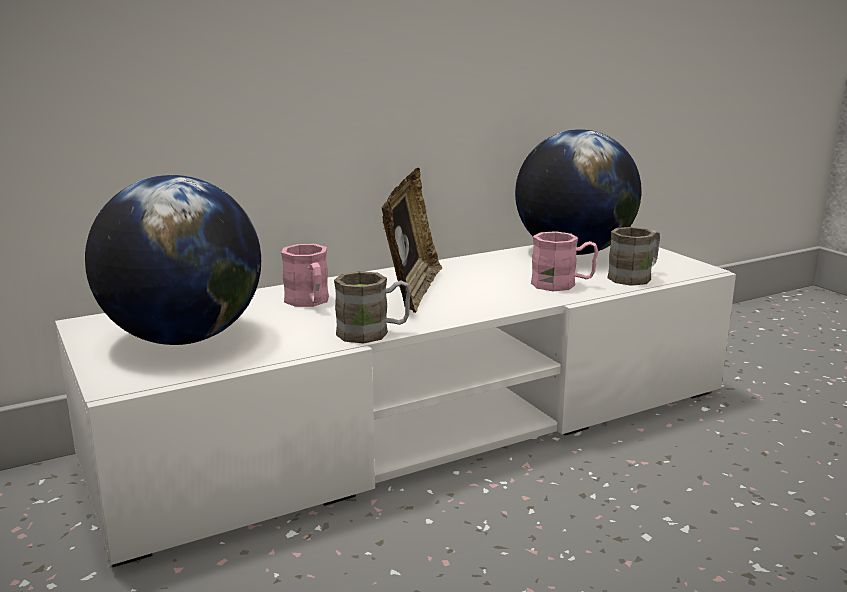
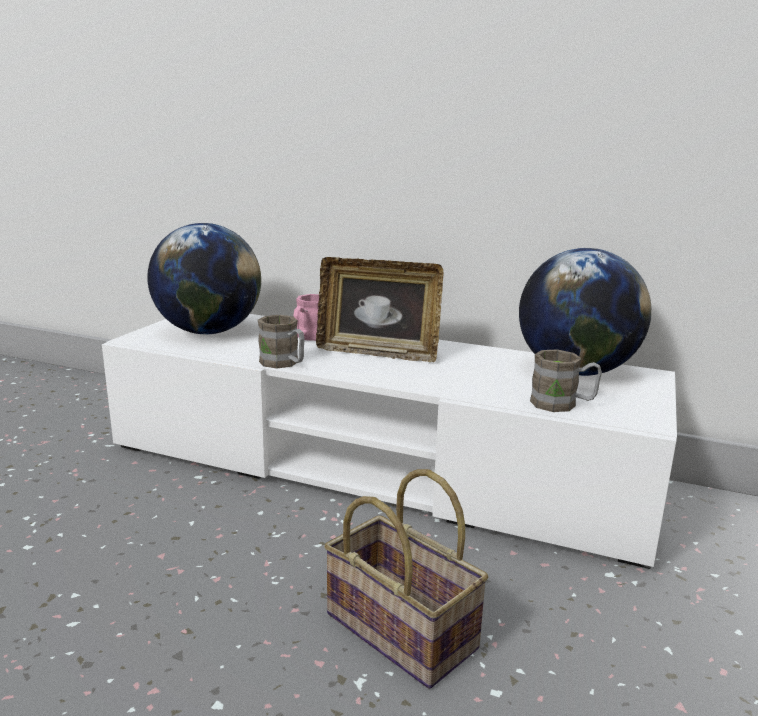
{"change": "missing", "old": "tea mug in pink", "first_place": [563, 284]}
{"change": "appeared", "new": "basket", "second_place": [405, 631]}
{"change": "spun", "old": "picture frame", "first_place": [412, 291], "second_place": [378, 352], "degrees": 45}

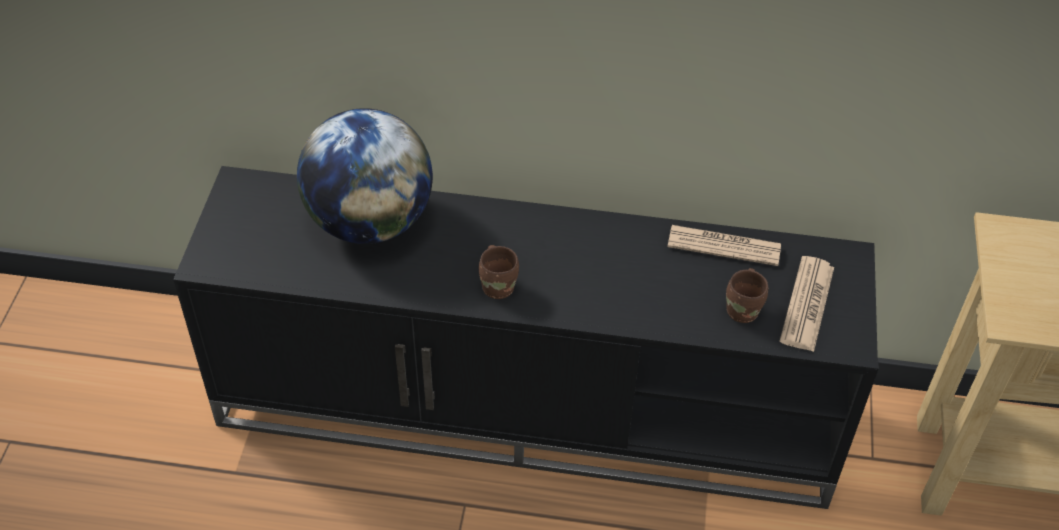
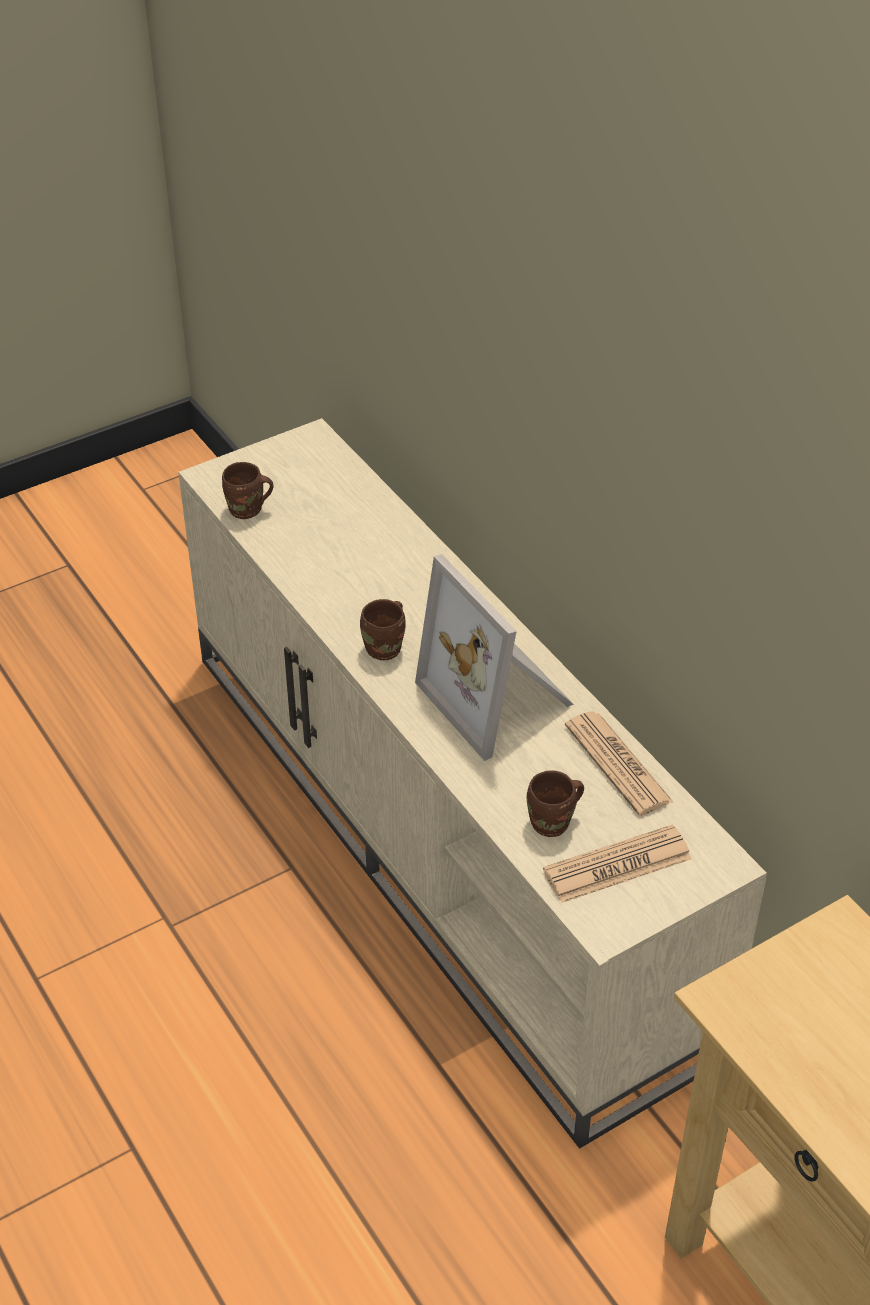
{"change": "missing", "old": "desk globe", "first_place": [370, 222]}
{"change": "appeared", "new": "tea mug in brown-coloured", "second_place": [247, 511]}
{"change": "appeared", "new": "picture frame", "second_place": [500, 697]}
{"change": "colour", "old": "media console in black-coloured", "new": "media console in beige", "first_place": [530, 405], "second_place": [444, 841]}

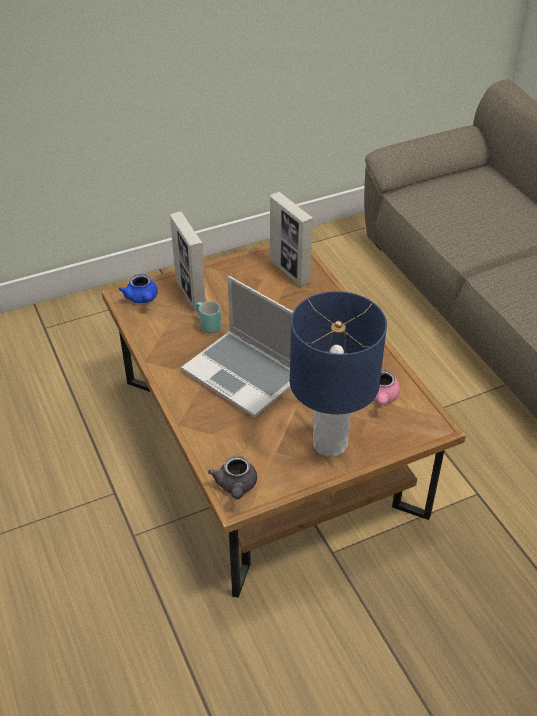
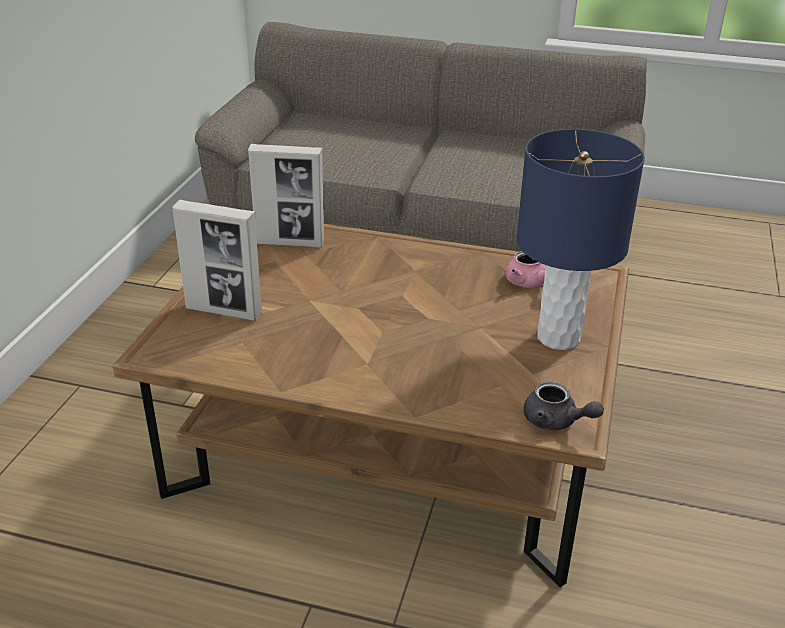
{"change": "missing", "old": "pot for tea in blue-coloured", "first_place": [142, 299]}
{"change": "missing", "old": "notebook computer", "first_place": [245, 374]}
{"change": "missing", "old": "tea mug in turquoise-coloured", "first_place": [206, 325]}

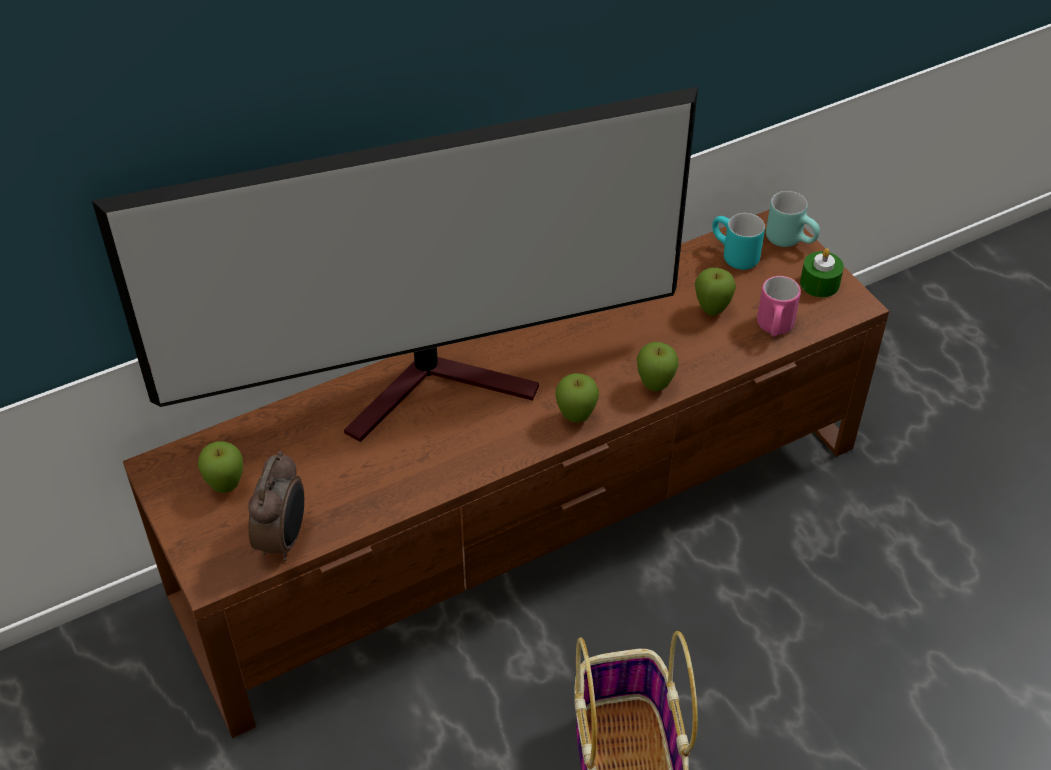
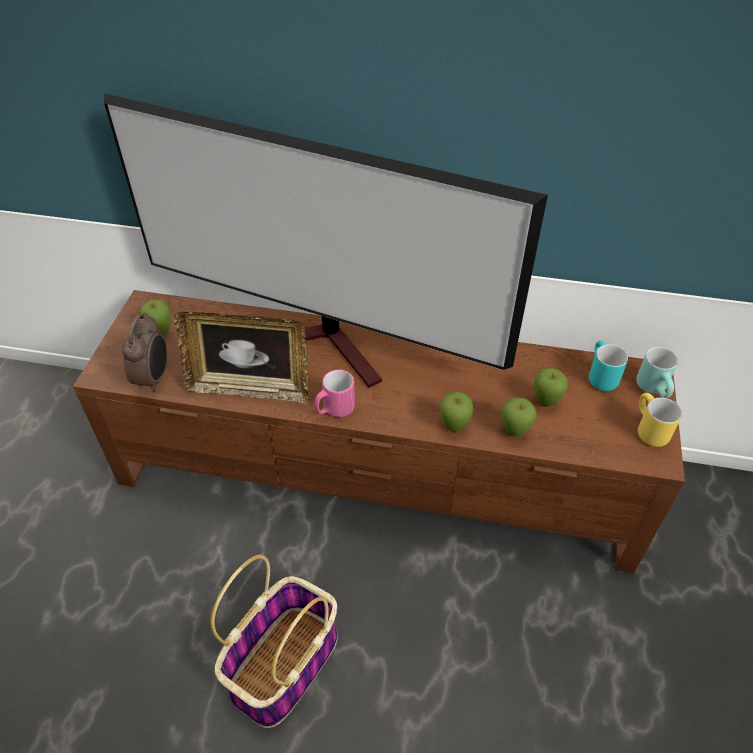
{"change": "appeared", "new": "picture frame", "second_place": [250, 388]}
{"change": "relocated", "old": "apple fruit", "first_place": [576, 418], "second_place": [514, 432]}
{"change": "relocated", "old": "tea mug in pink", "first_place": [774, 328], "second_place": [334, 410]}
{"change": "exchanged", "old": "candle in greenish", "new": "tea mug in yellowish", "first_place": [819, 283], "second_place": [646, 430]}
{"change": "spun", "old": "bedside clock", "first_place": [284, 539], "second_place": [154, 378], "degrees": -45}

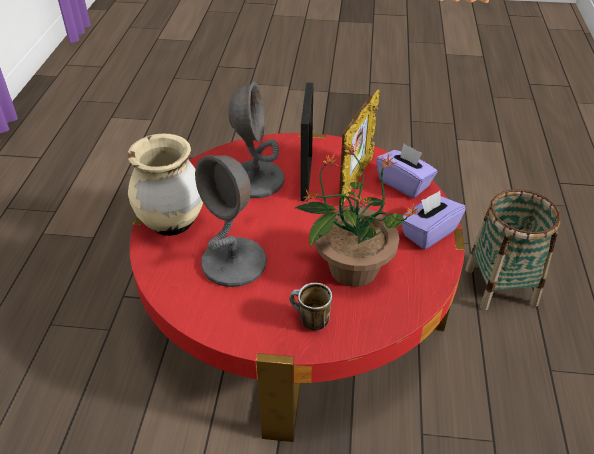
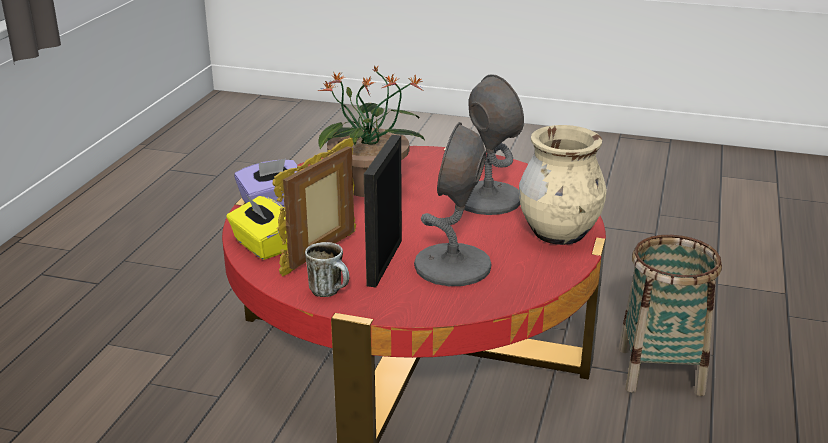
{"change": "relocated", "old": "tea mug", "first_place": [309, 321], "second_place": [331, 292]}
{"change": "relocated", "old": "basket", "first_place": [500, 286], "second_place": [660, 371]}
{"change": "colour", "old": "box of tissues in purple-coloured", "new": "box of tissues in yellowish", "first_place": [404, 183], "second_place": [262, 245]}

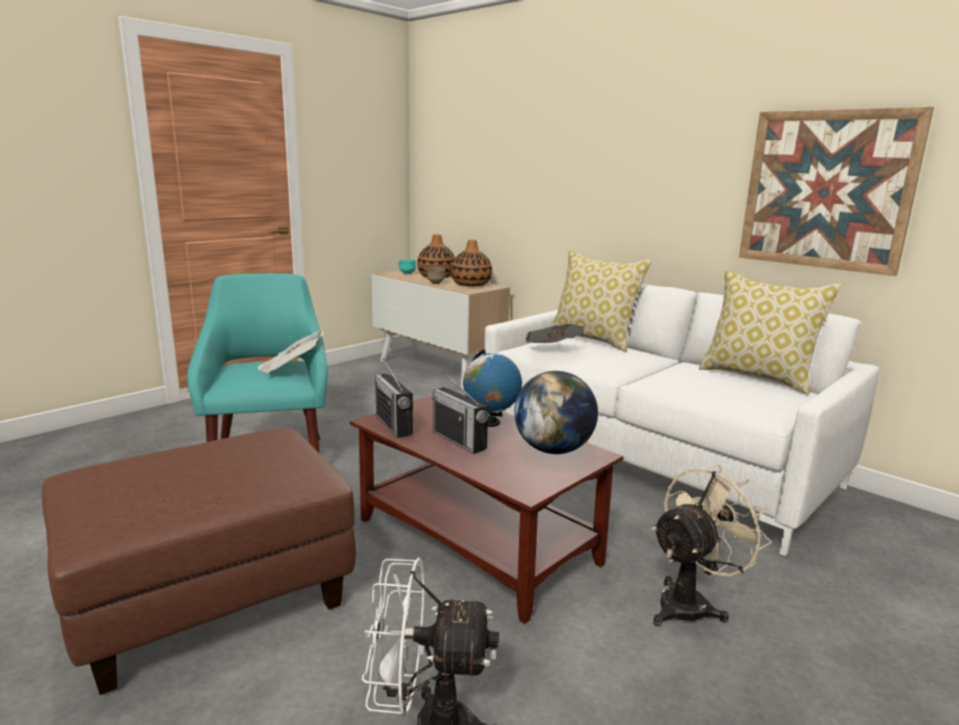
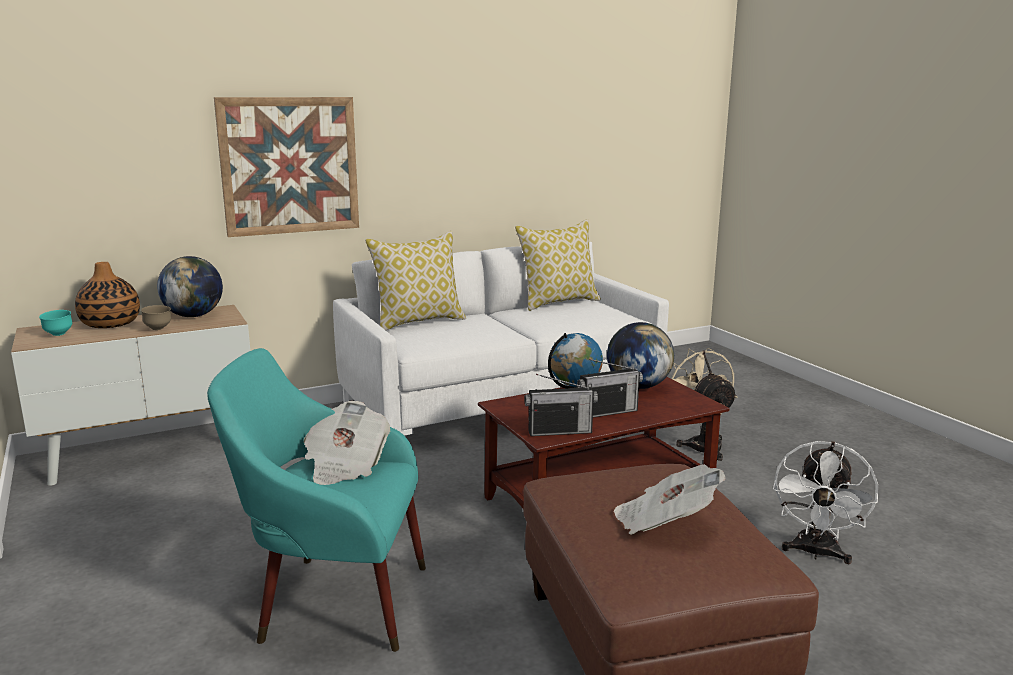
{"change": "relocated", "old": "newspaper", "first_place": [553, 350], "second_place": [664, 523]}
{"change": "relocated", "old": "wall art", "first_place": [826, 190], "second_place": [290, 165]}
{"change": "exchanged", "old": "flower vase", "new": "desk globe", "first_place": [471, 284], "second_place": [193, 316]}

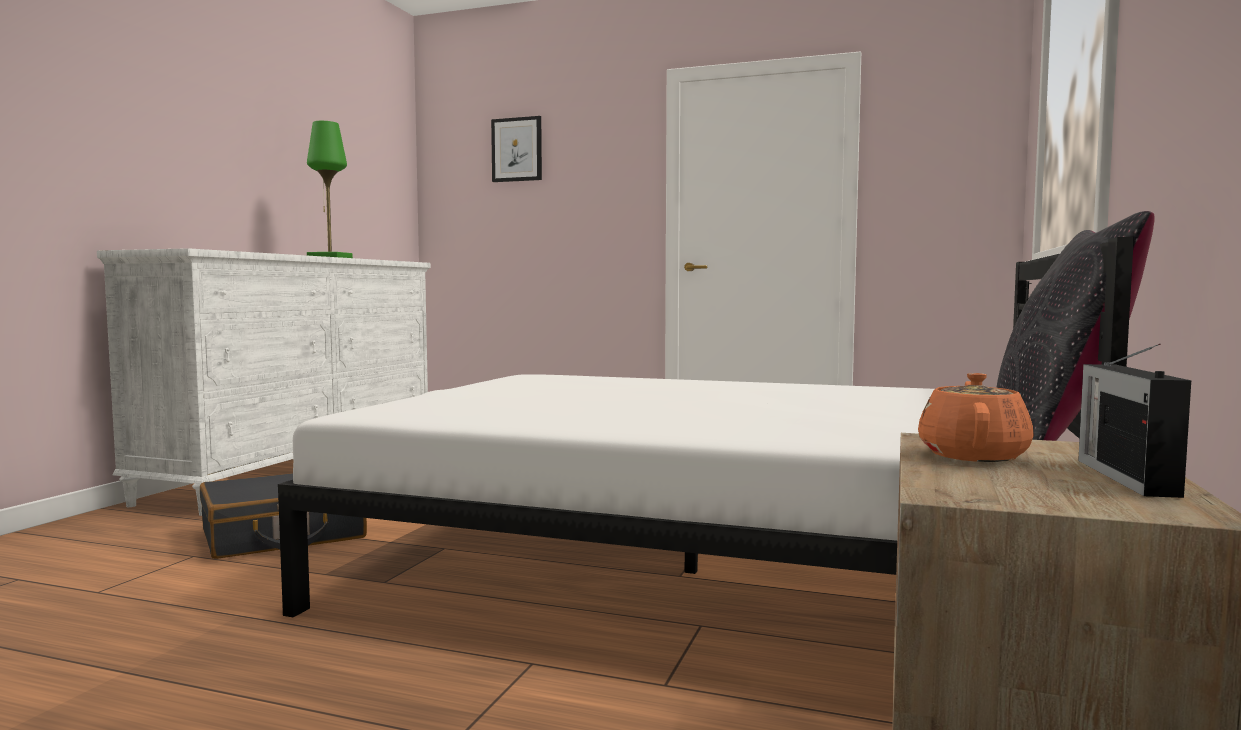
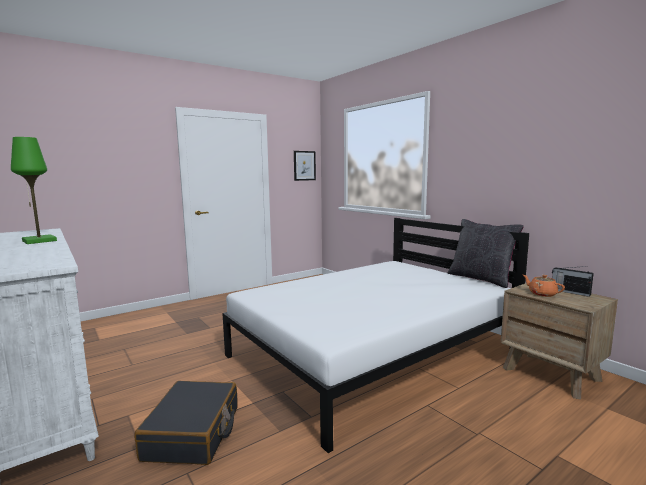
{"change": "relocated", "old": "wall art", "first_place": [517, 149], "second_place": [304, 165]}

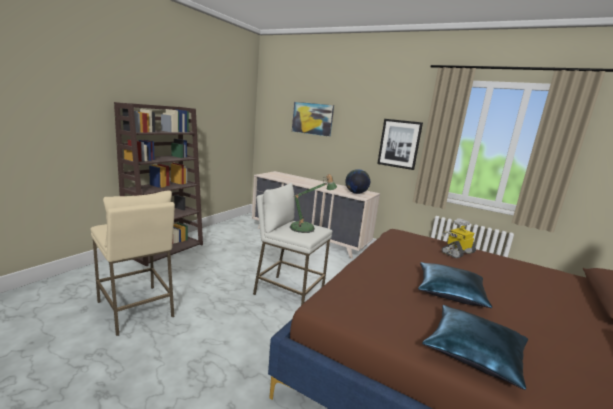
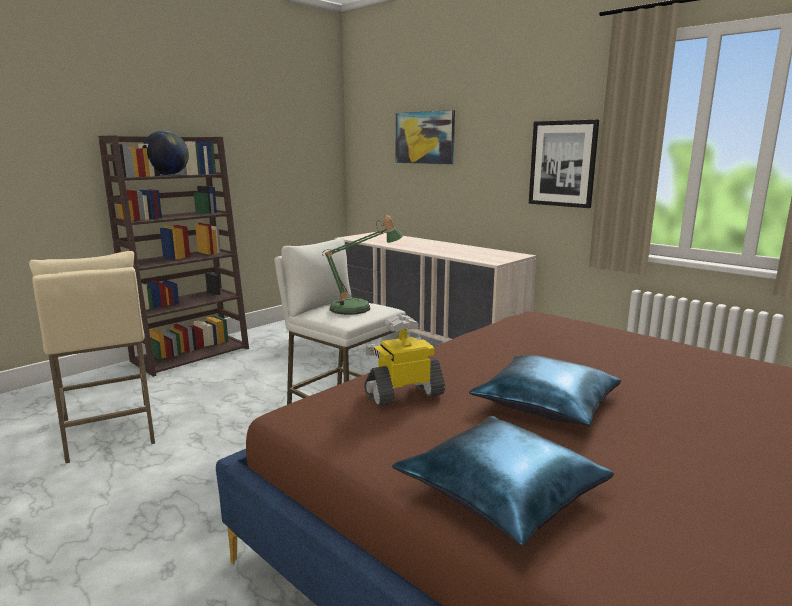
{"change": "relocated", "old": "desk globe", "first_place": [356, 193], "second_place": [168, 175]}
{"change": "relocated", "old": "model robot", "first_place": [457, 253], "second_place": [403, 394]}

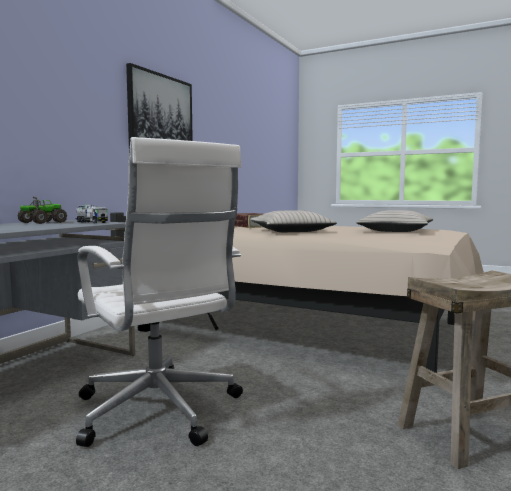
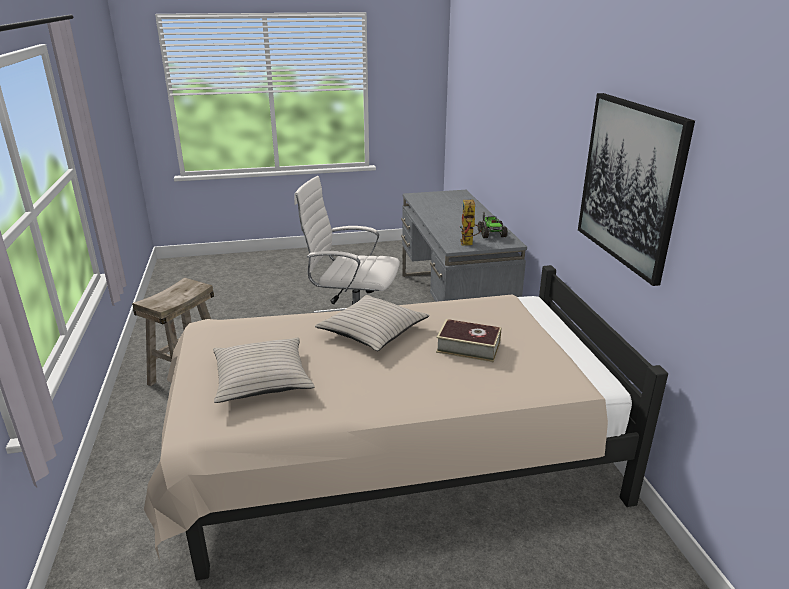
{"change": "exchanged", "old": "toy truck", "new": "model robot", "first_place": [91, 222], "second_place": [468, 244]}

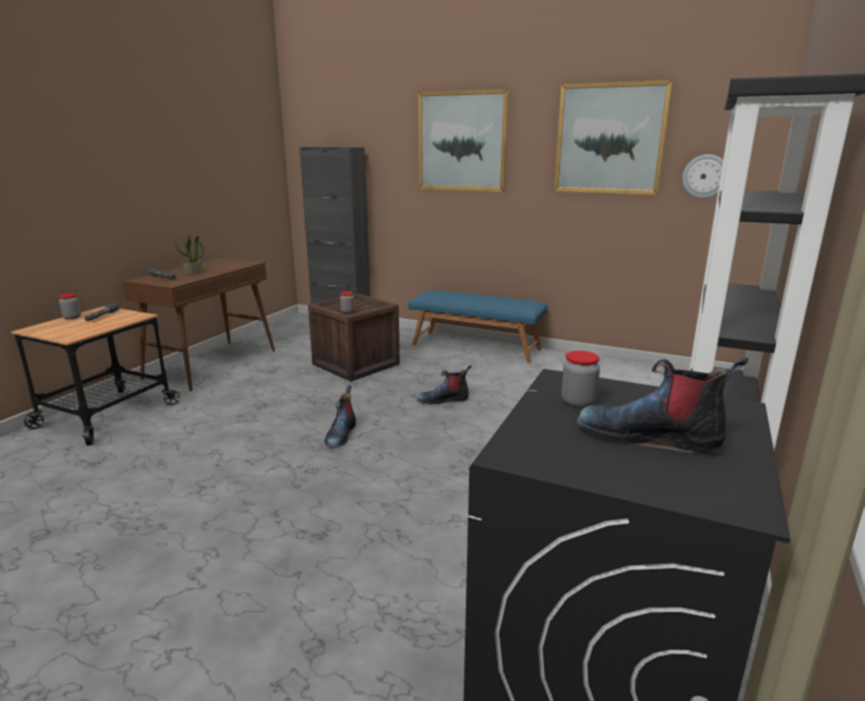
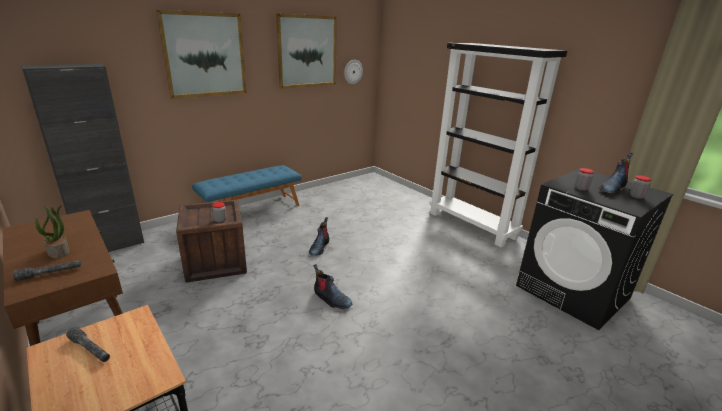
{"change": "relocated", "old": "preserve jar", "first_place": [72, 317], "second_place": [636, 196]}

